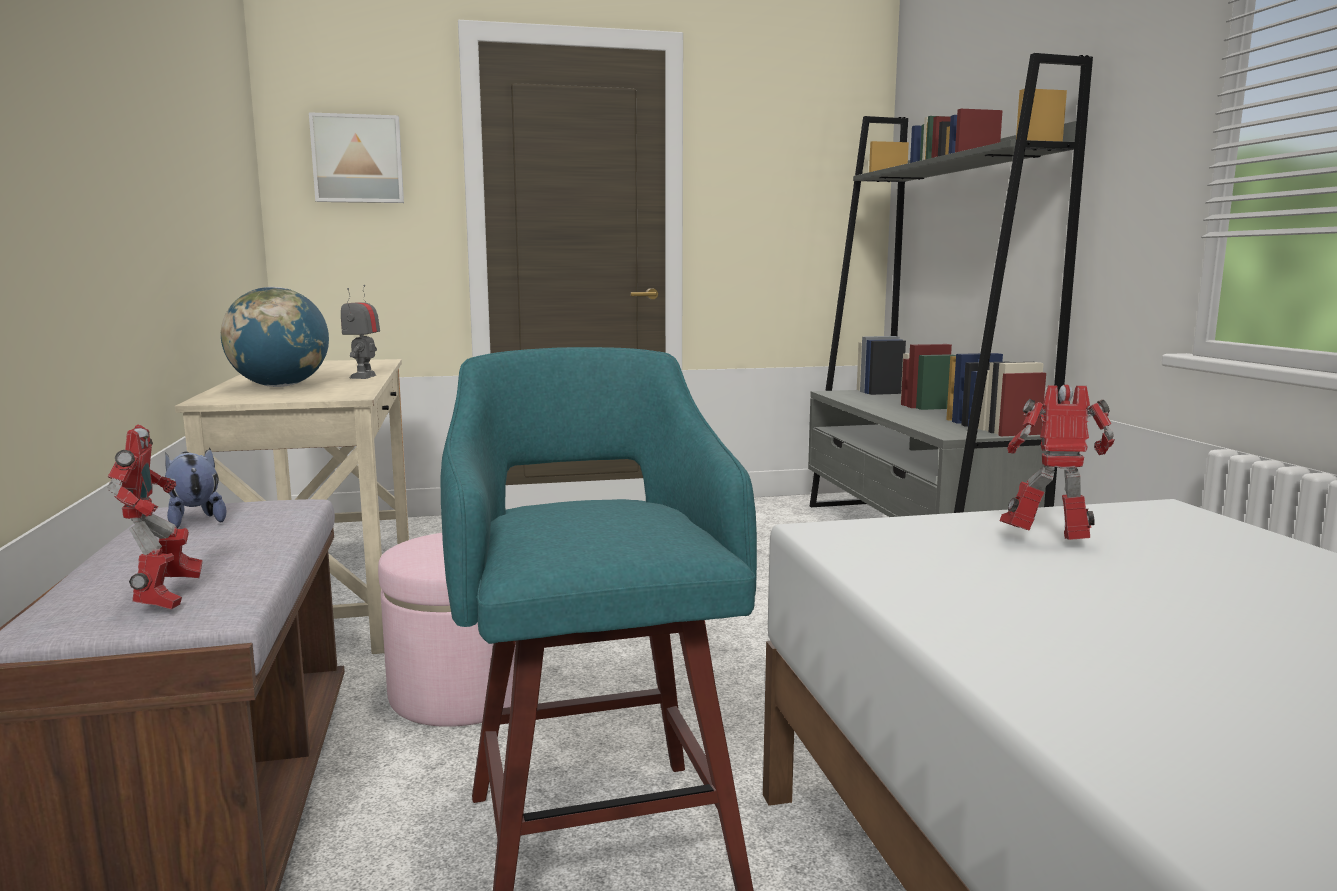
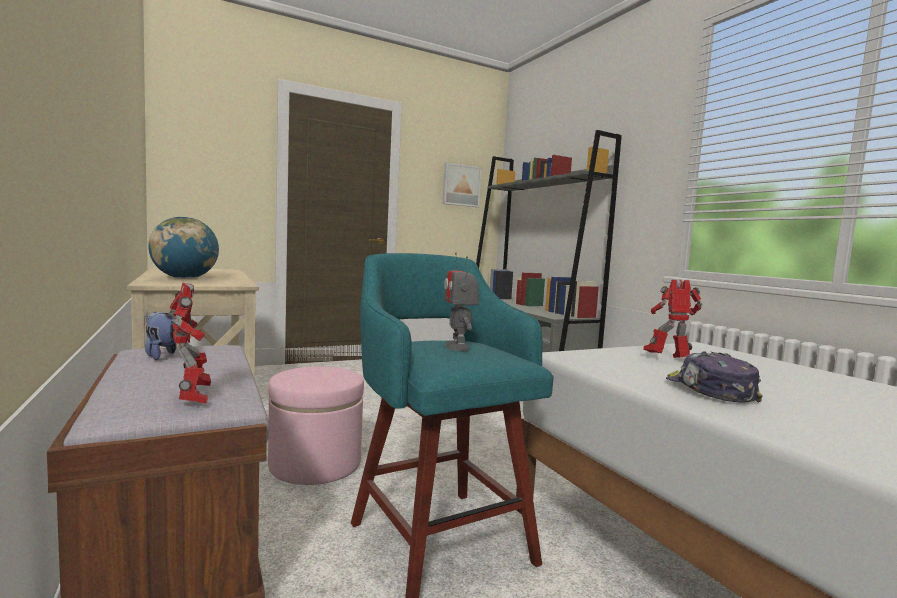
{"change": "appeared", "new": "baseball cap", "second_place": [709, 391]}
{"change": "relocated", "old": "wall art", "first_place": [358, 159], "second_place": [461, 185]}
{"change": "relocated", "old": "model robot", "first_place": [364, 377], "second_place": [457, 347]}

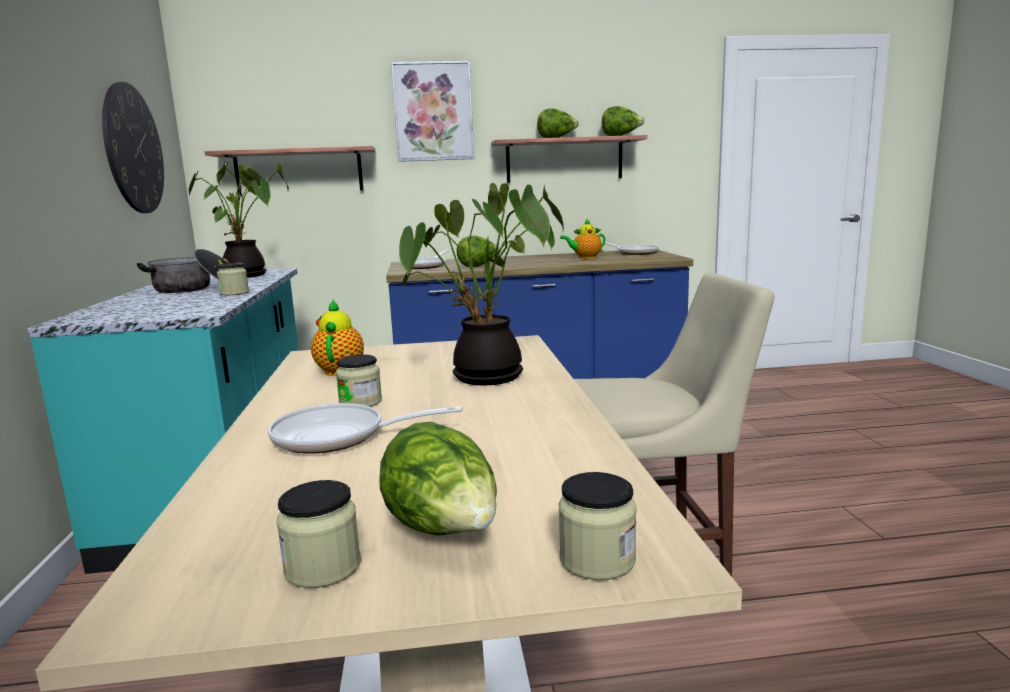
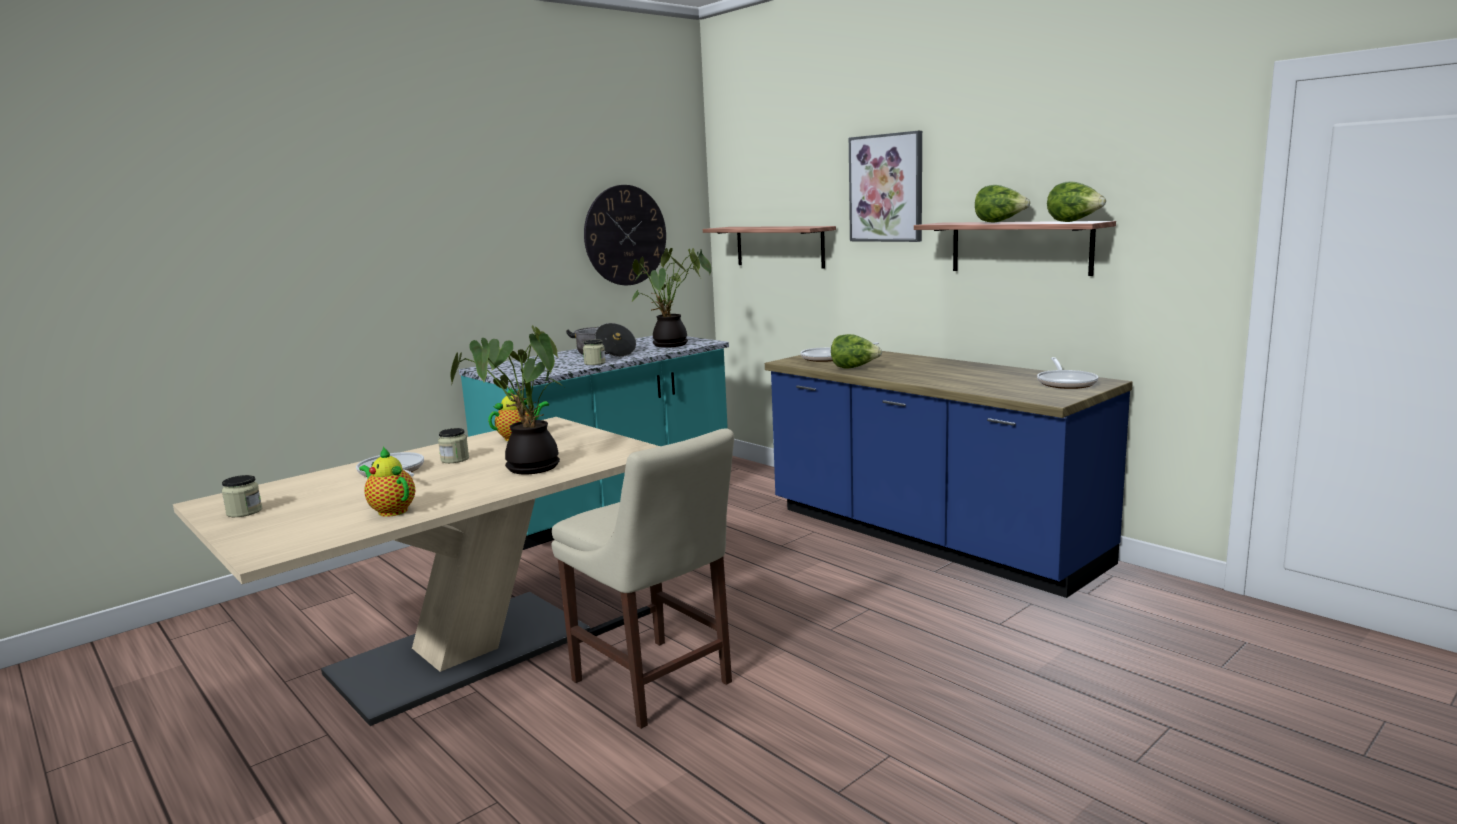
{"change": "missing", "old": "head of lettuce", "first_place": [444, 531]}
{"change": "missing", "old": "preserve jar", "first_place": [597, 559]}
{"change": "relocated", "old": "pot for tea", "first_place": [585, 258], "second_place": [391, 510]}

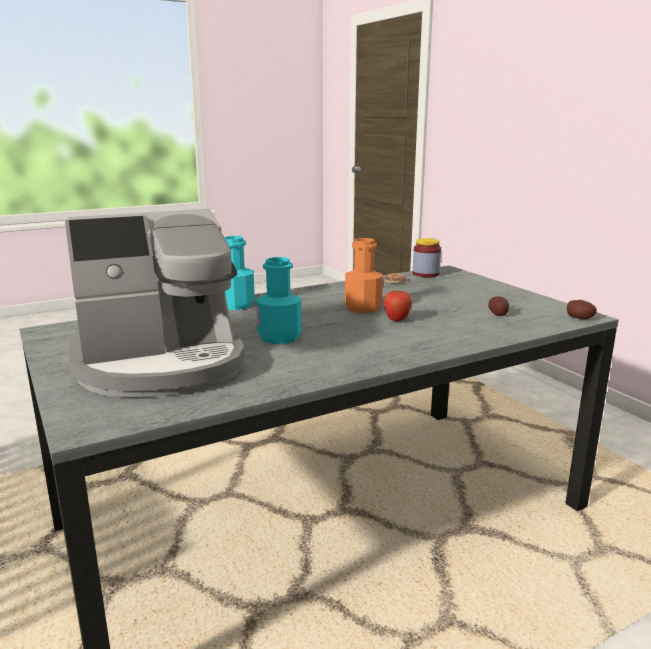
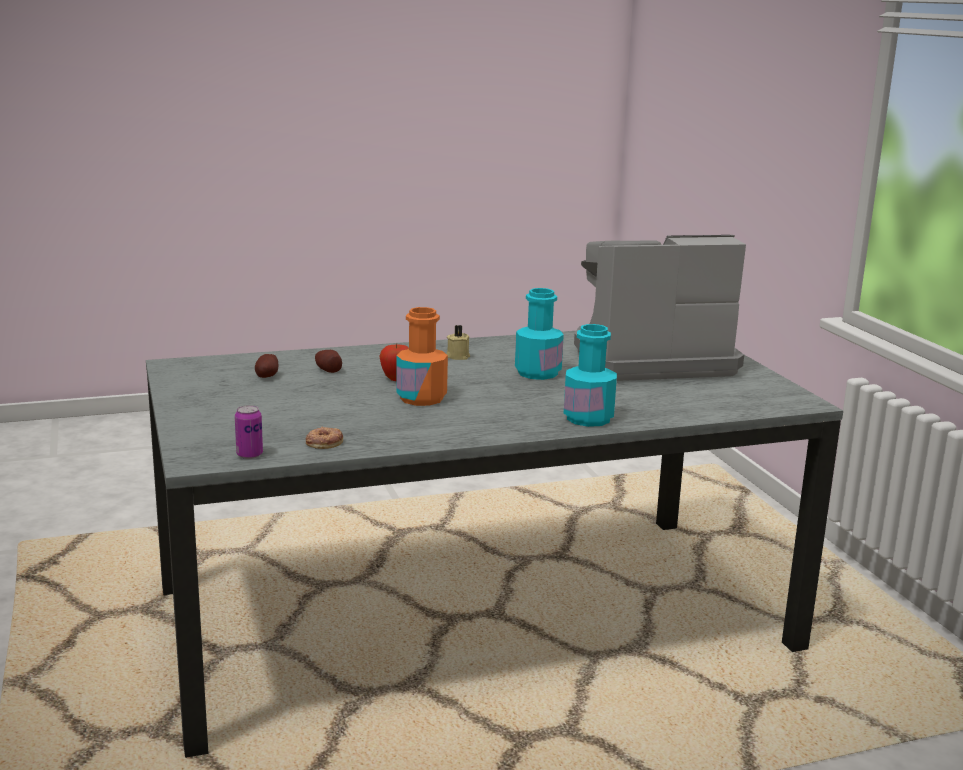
{"change": "appeared", "new": "candle in beige", "second_place": [457, 356]}
{"change": "relocated", "old": "spud", "first_place": [580, 318], "second_place": [328, 370]}
{"change": "exchanged", "old": "preserve jar", "new": "metal can", "first_place": [426, 274], "second_place": [249, 455]}

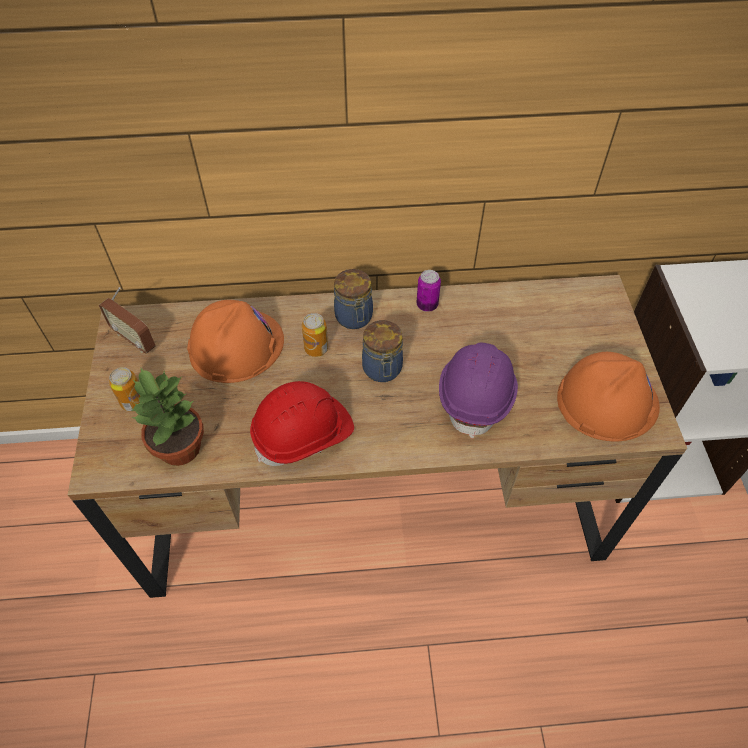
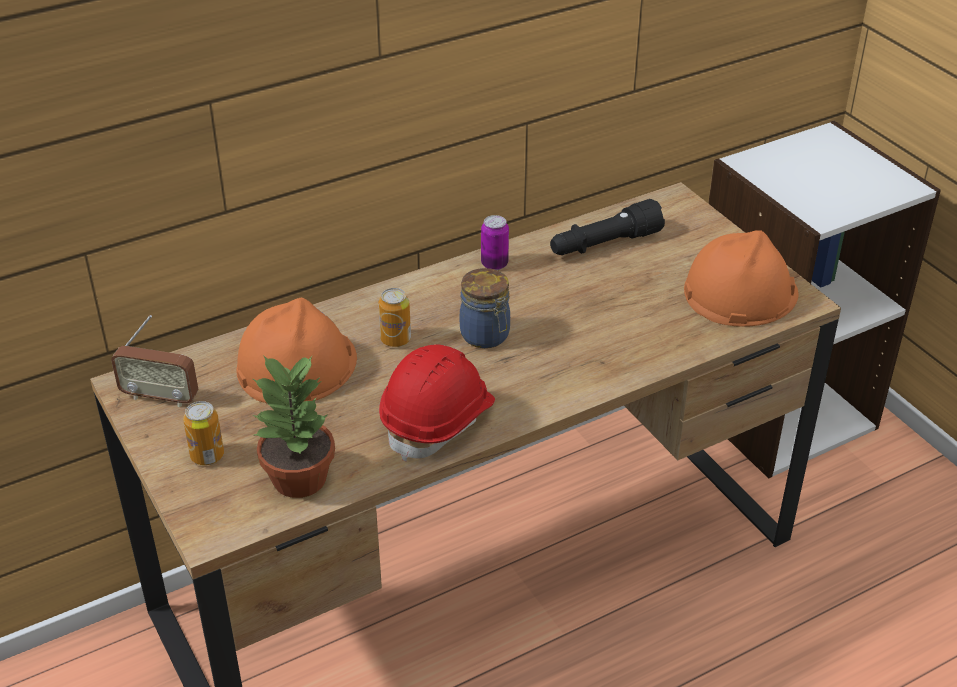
{"change": "missing", "old": "preserve jar", "first_place": [354, 318]}
{"change": "missing", "old": "hard hat in purple-coloured", "first_place": [476, 395]}
{"change": "appeared", "new": "torch in black-coloured", "second_place": [604, 244]}

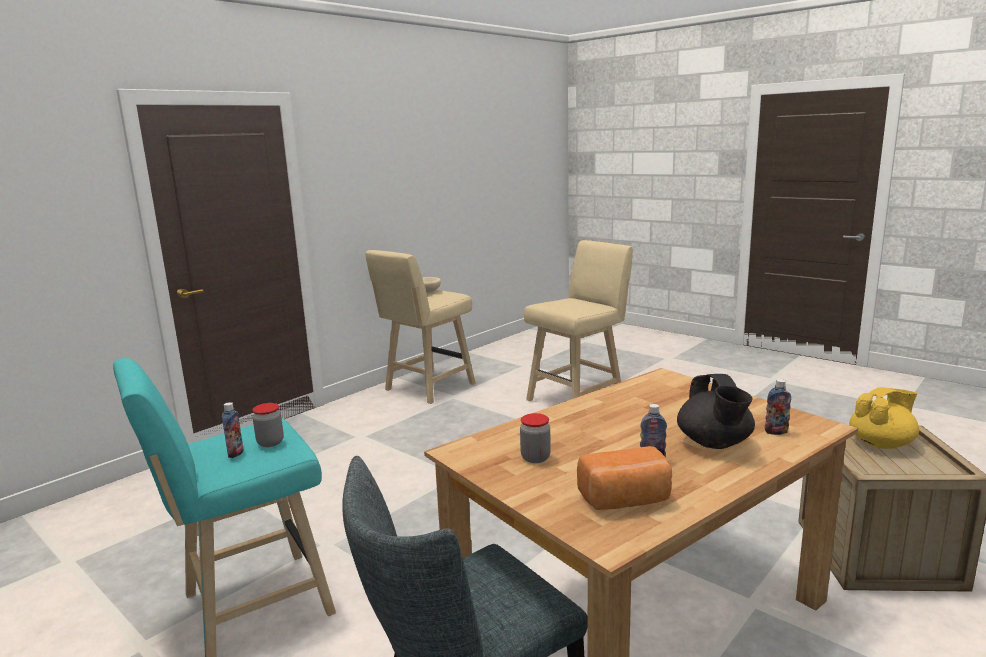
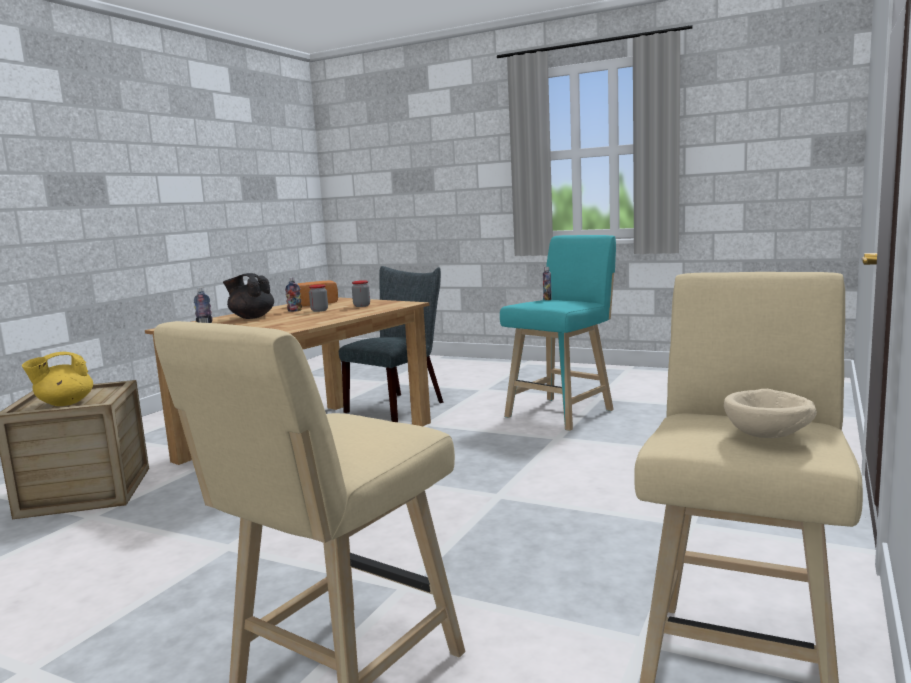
{"change": "relocated", "old": "preserve jar", "first_place": [270, 442], "second_place": [319, 310]}
{"change": "spun", "old": "pot for tea in black-coloured", "first_place": [714, 444], "second_place": [251, 317], "degrees": -45}

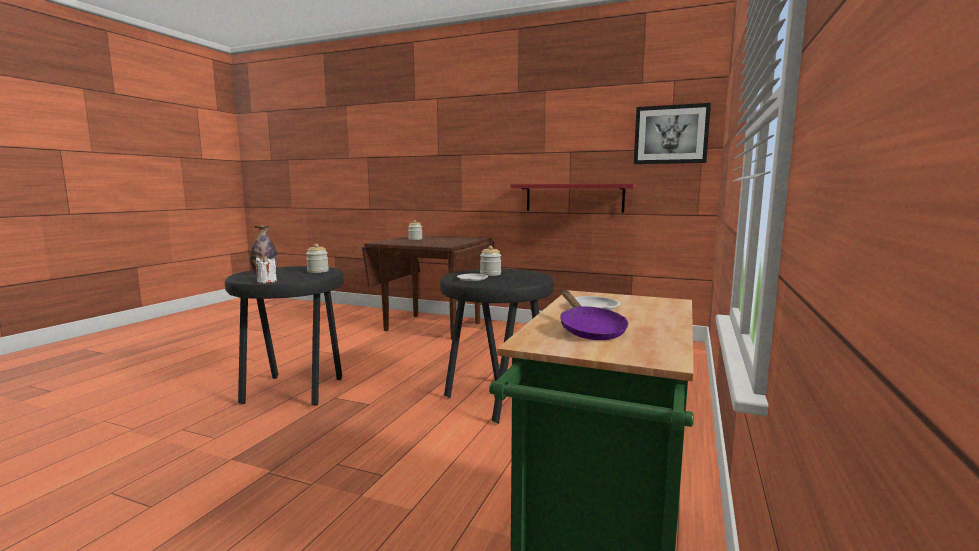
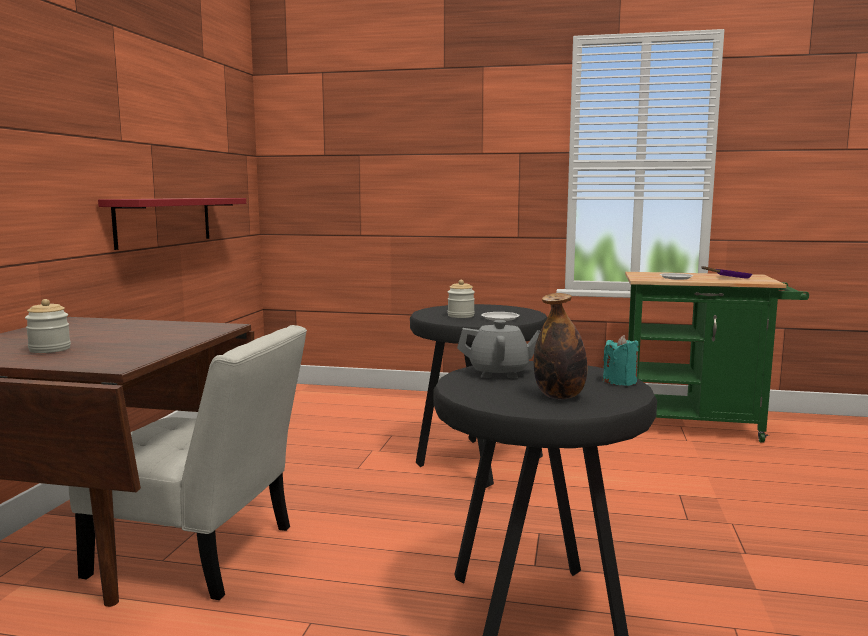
{"change": "missing", "old": "wall art", "first_place": [671, 134]}
{"change": "appeared", "new": "plain chair in white-coloured", "second_place": [202, 554]}
{"change": "exchanged", "old": "preserve jar", "new": "pot for tea in gray", "first_place": [318, 271], "second_place": [499, 373]}
{"change": "colour", "old": "candle in white-coloured", "new": "candle in turquoise-coloured", "first_place": [267, 281], "second_place": [620, 382]}

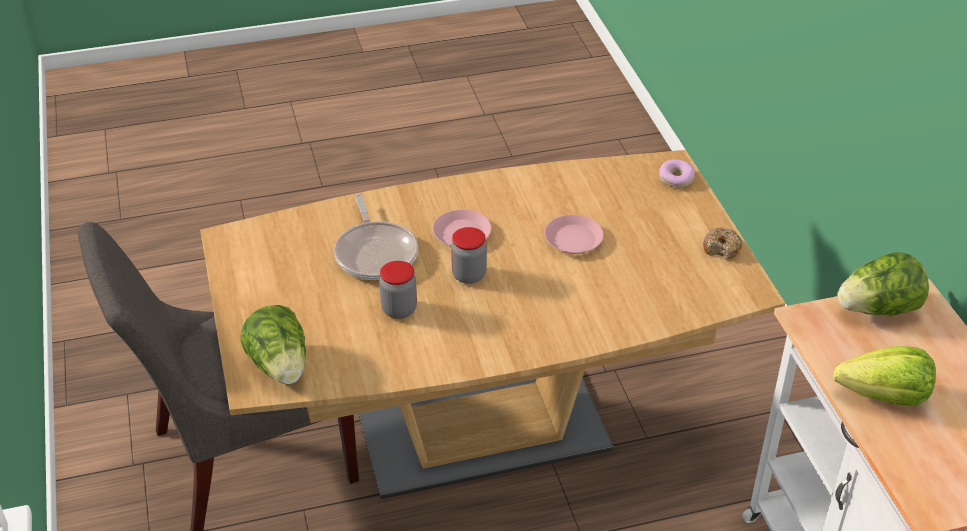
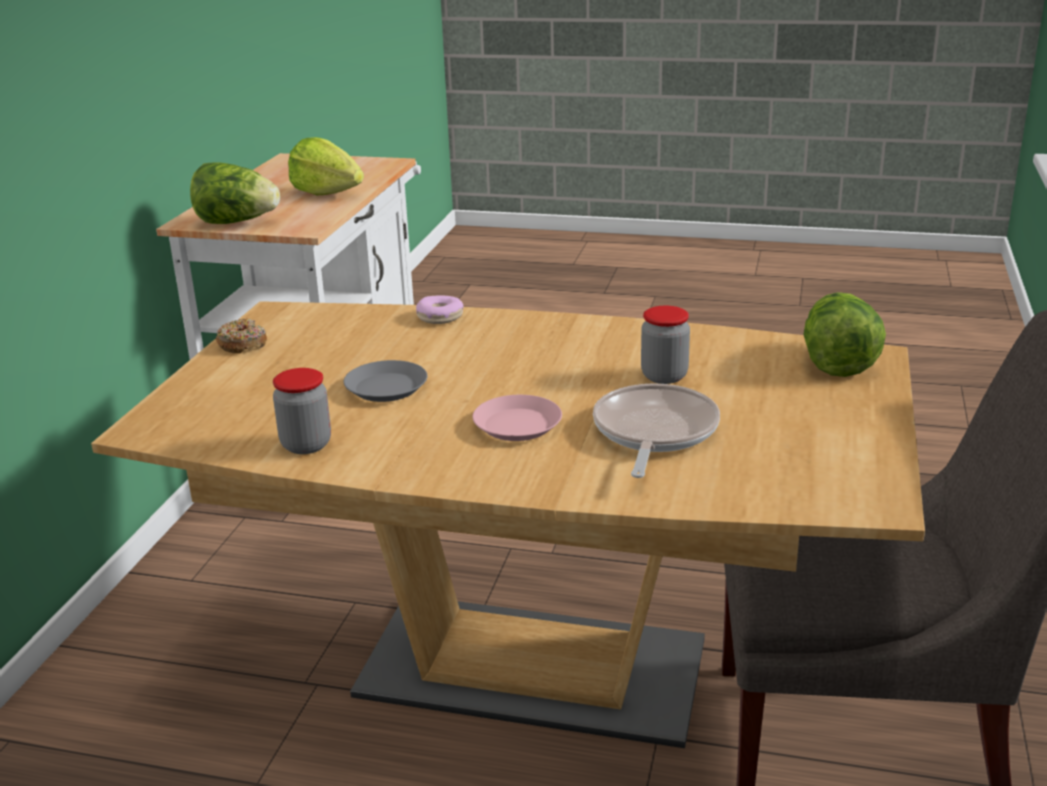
{"change": "relocated", "old": "preserve jar", "first_place": [469, 275], "second_place": [306, 445]}
{"change": "relocated", "old": "ring doughnut", "first_place": [676, 178], "second_place": [440, 317]}
{"change": "colour", "old": "plate in pink", "new": "plate in gray", "first_place": [573, 239], "second_place": [386, 388]}

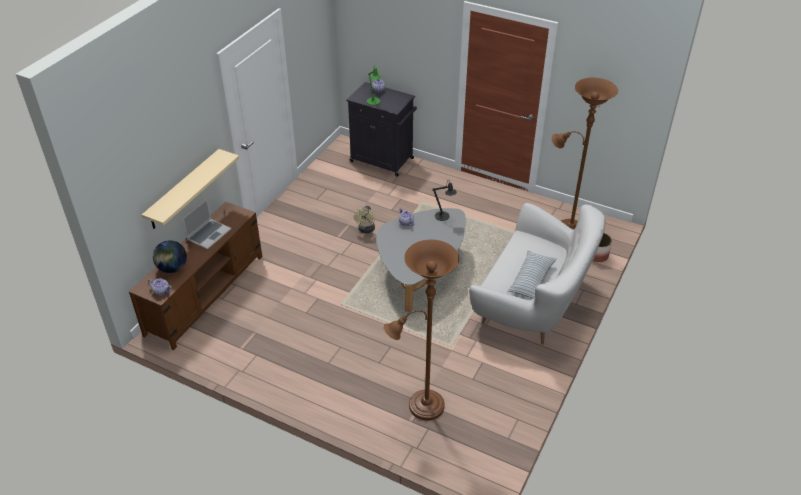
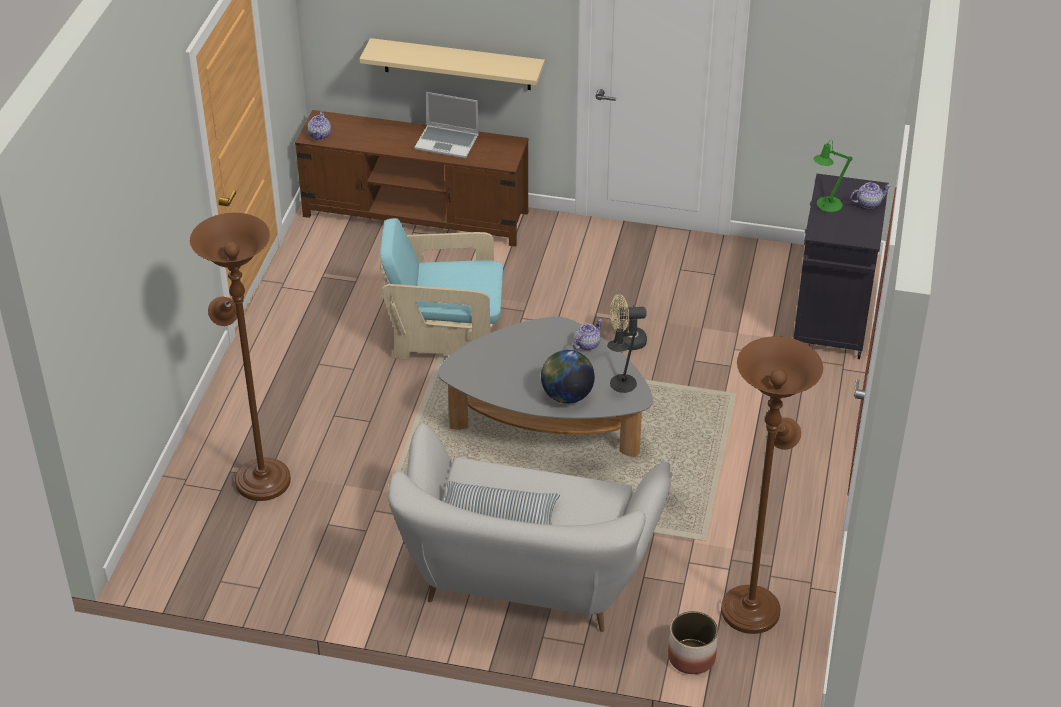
{"change": "appeared", "new": "armchair in turquoise-coloured", "second_place": [446, 335]}
{"change": "relocated", "old": "desk globe", "first_place": [172, 268], "second_place": [566, 396]}

